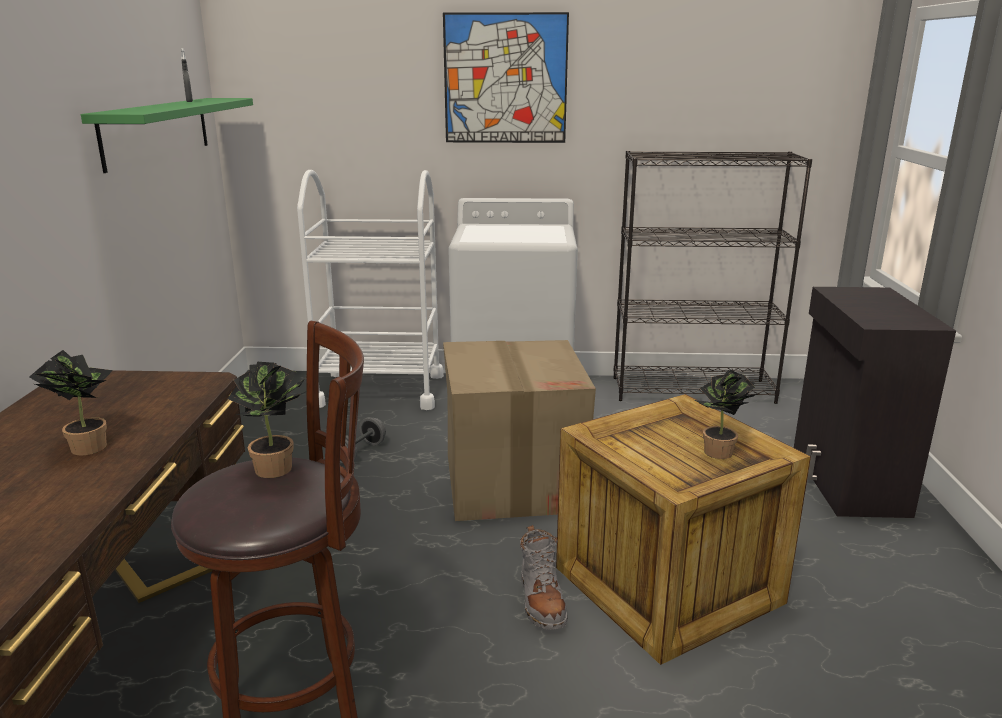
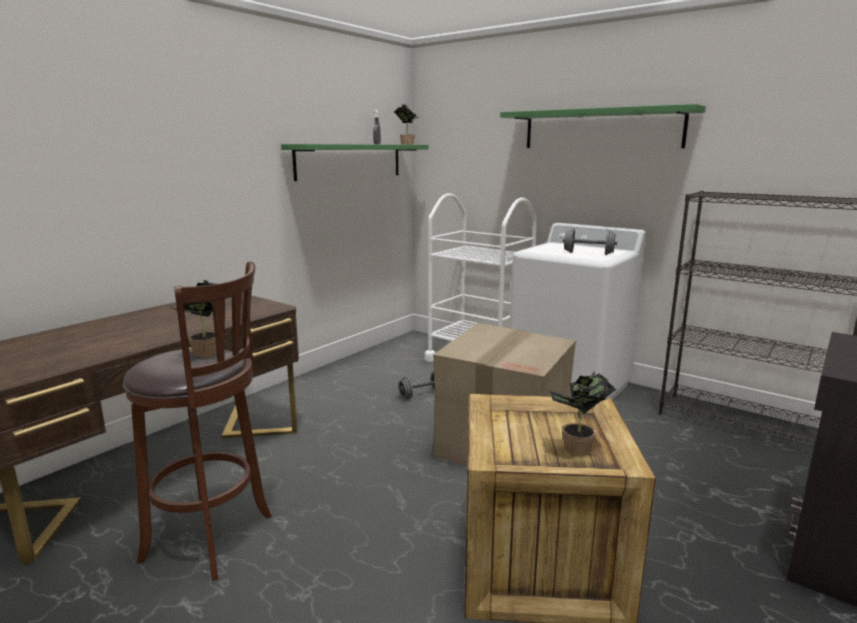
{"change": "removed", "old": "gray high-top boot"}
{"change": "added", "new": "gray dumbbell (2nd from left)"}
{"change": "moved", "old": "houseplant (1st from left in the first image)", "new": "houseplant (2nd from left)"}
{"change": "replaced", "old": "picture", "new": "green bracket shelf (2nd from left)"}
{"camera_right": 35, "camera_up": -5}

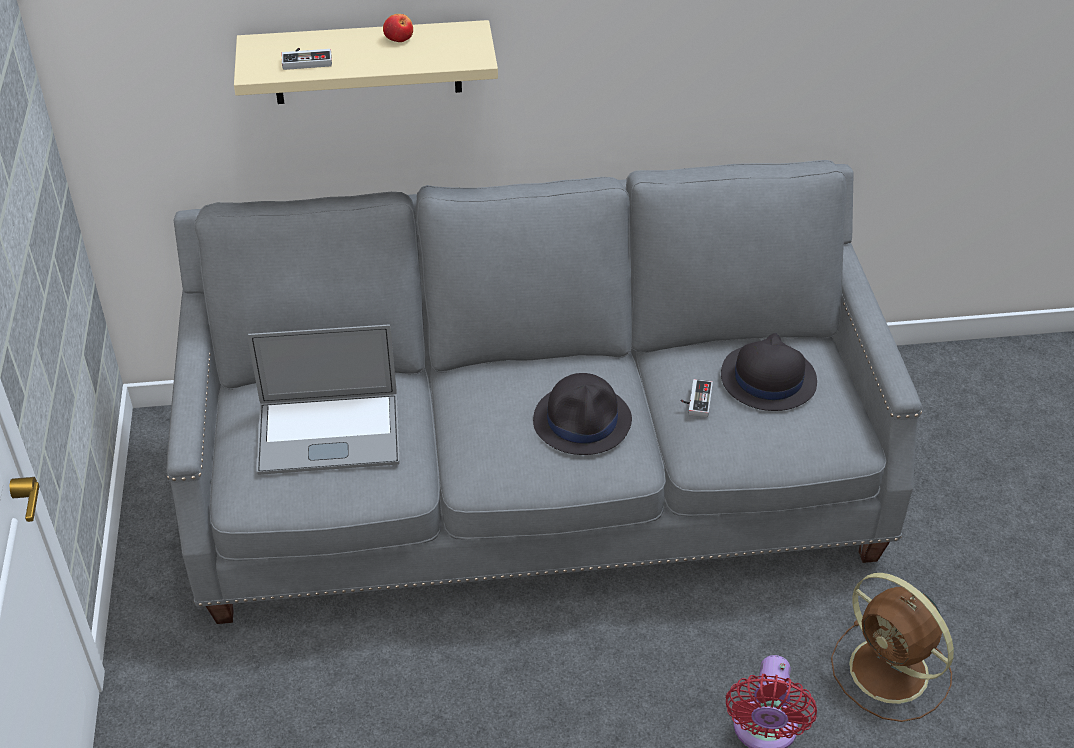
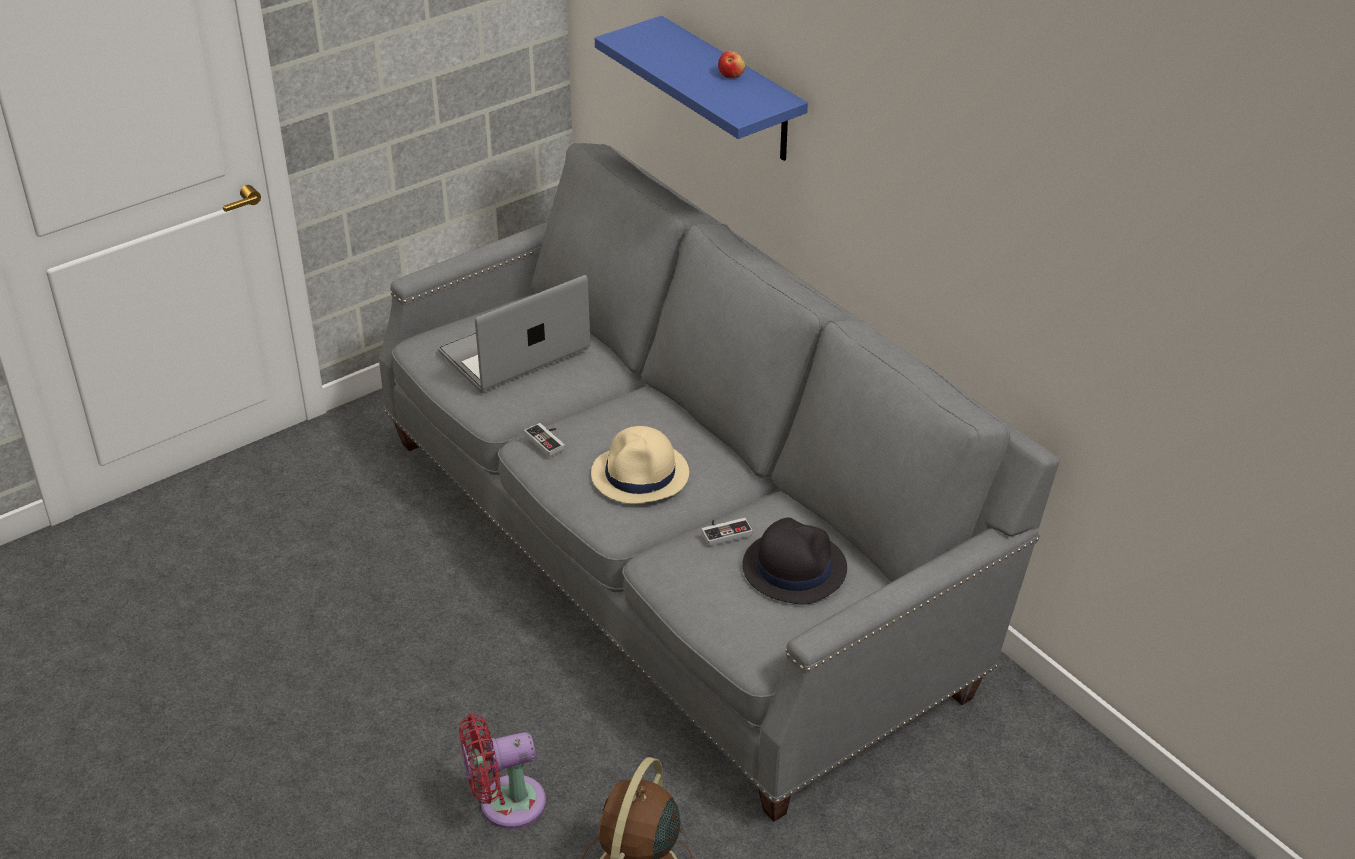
{"change": "moved", "old": "gamepad (1st from left)"}
{"change": "recoloured", "old": "beige-coloured bracket shelf", "new": "bluish bracket shelf"}
{"change": "recoloured", "old": "blackish hat (1st from left)", "new": "beige-coloured hat"}
{"change": "turned", "old": "laptop", "degrees": 90}
{"camera_right": 60, "camera_up": -5}

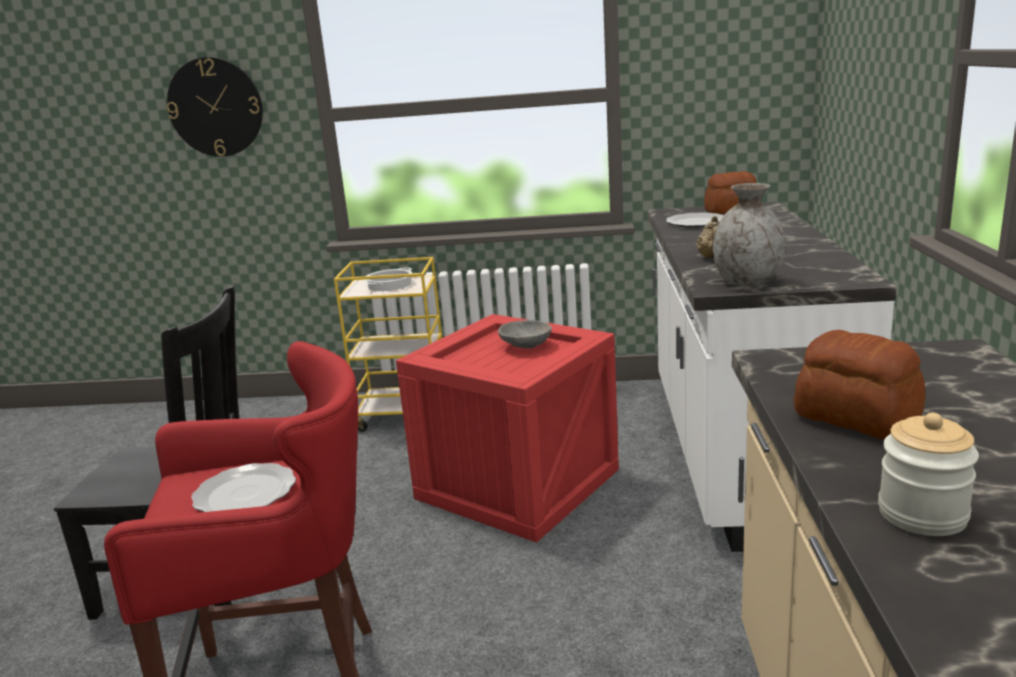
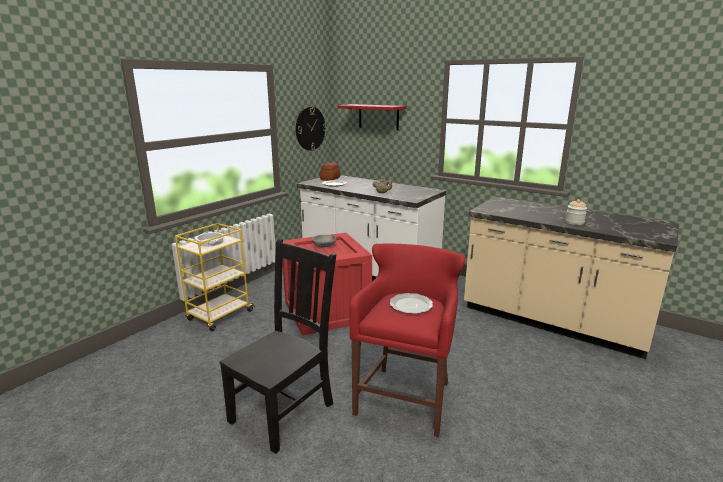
{"change": "removed", "old": "gray decorative vase"}
{"change": "removed", "old": "bakery bread (2nd from left)"}
{"change": "added", "new": "reddish bracket shelf"}
{"change": "moved", "old": "clock on the wall"}
{"camera_right": -60, "camera_up": 0}

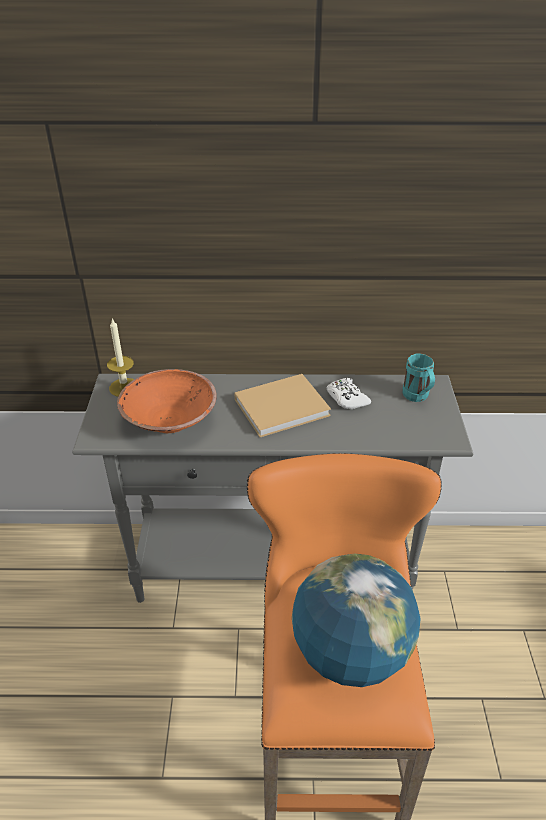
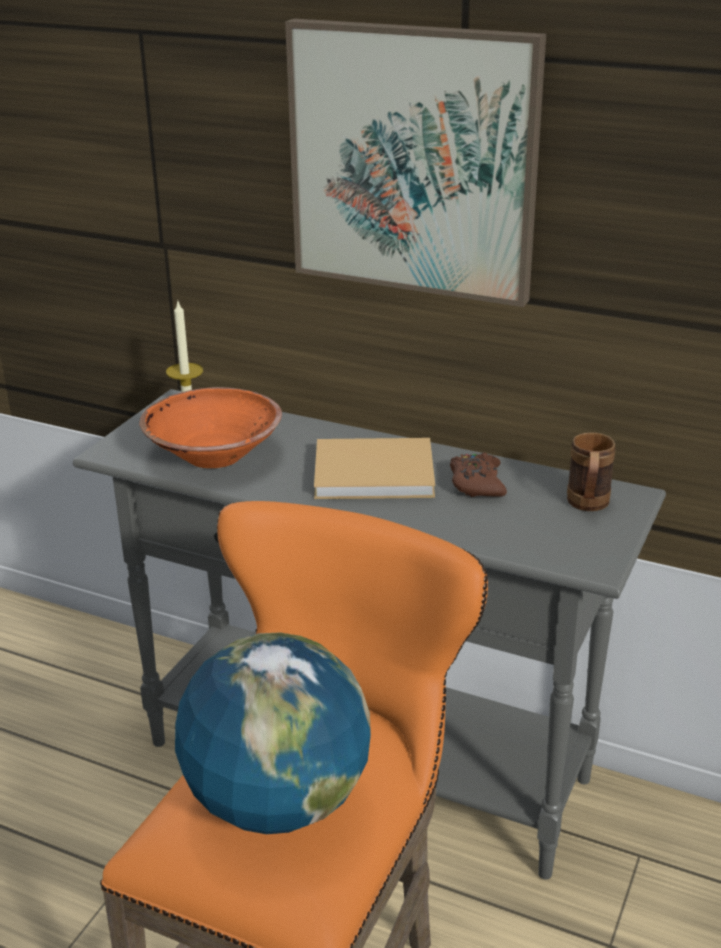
{"change": "added", "new": "picture"}
{"change": "recoloured", "old": "white-coloured gamepad", "new": "brown-coloured gamepad"}
{"change": "recoloured", "old": "turquoise-coloured coffee mug", "new": "brown-coloured coffee mug"}
{"camera_right": 25, "camera_up": -10}

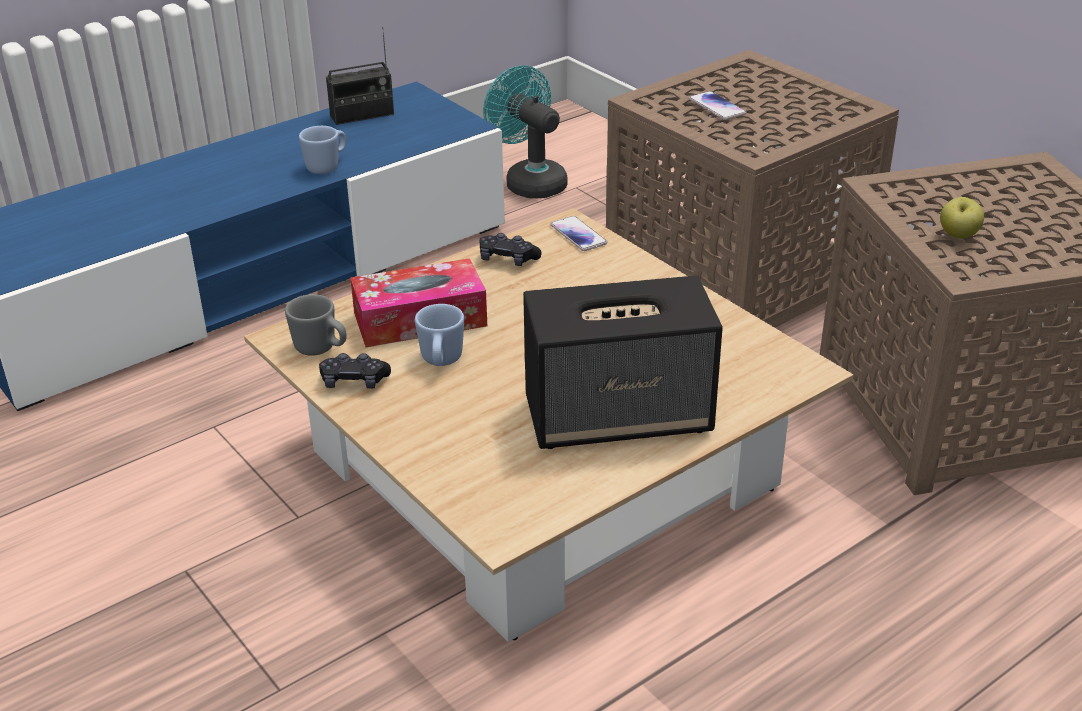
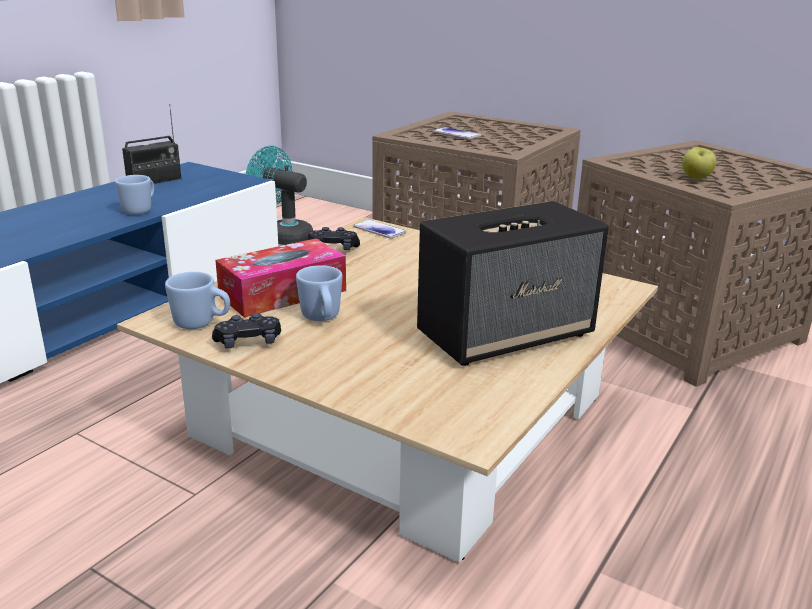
{"change": "recoloured", "old": "gray coffee mug", "new": "bluish coffee mug (2nd from left)"}
{"camera_right": -20, "camera_up": -10}

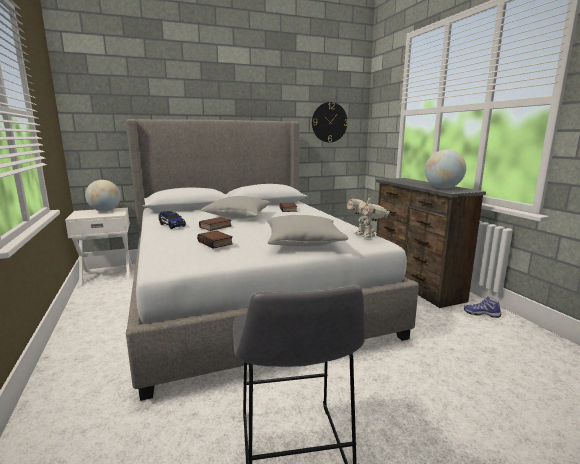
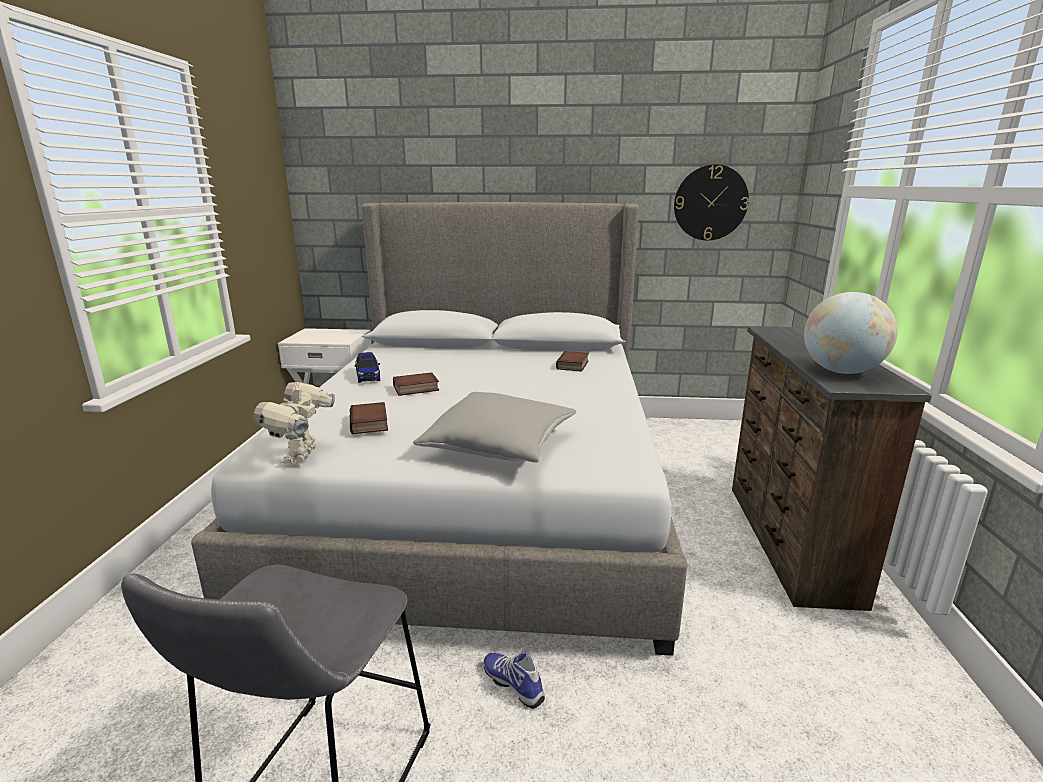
{"change": "removed", "old": "desk globe (1st from left)"}
{"change": "removed", "old": "gray throw pillow (1st from left)"}
{"change": "moved", "old": "robot figure"}
{"change": "moved", "old": "item of footwear"}
{"camera_right": 25, "camera_up": 5}

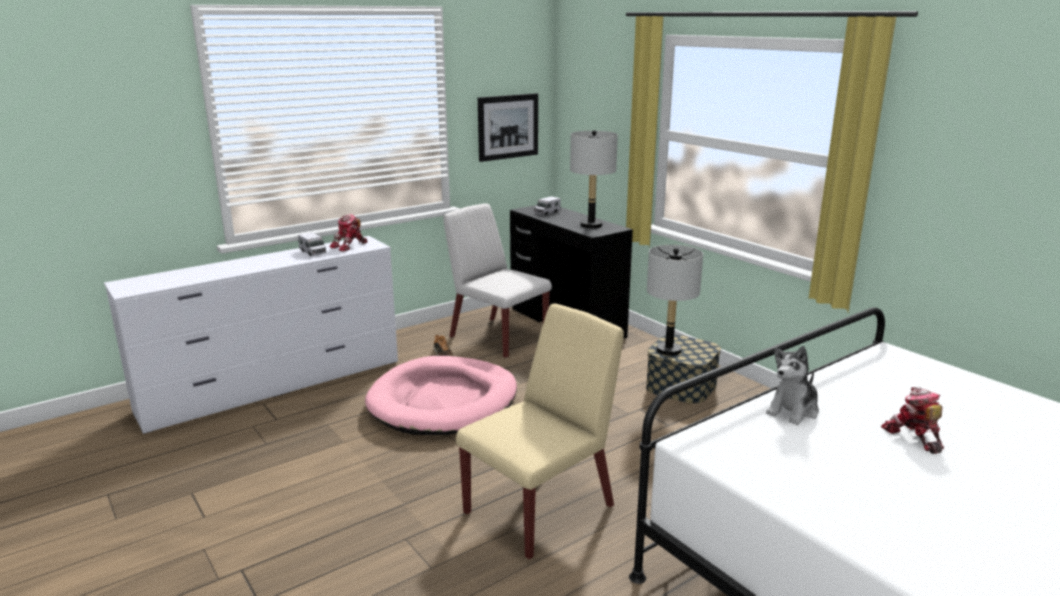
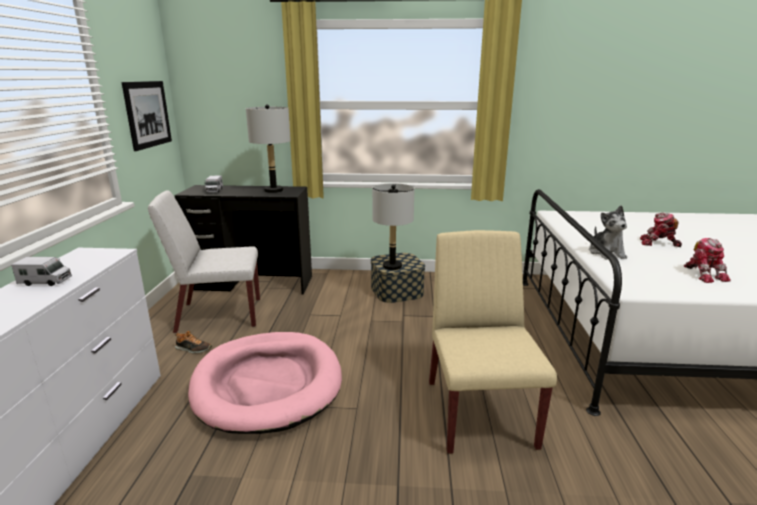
{"change": "moved", "old": "robot figure (1st from left in the first image)", "new": "robot figure (2nd from left)"}
{"camera_right": -50, "camera_up": 0}

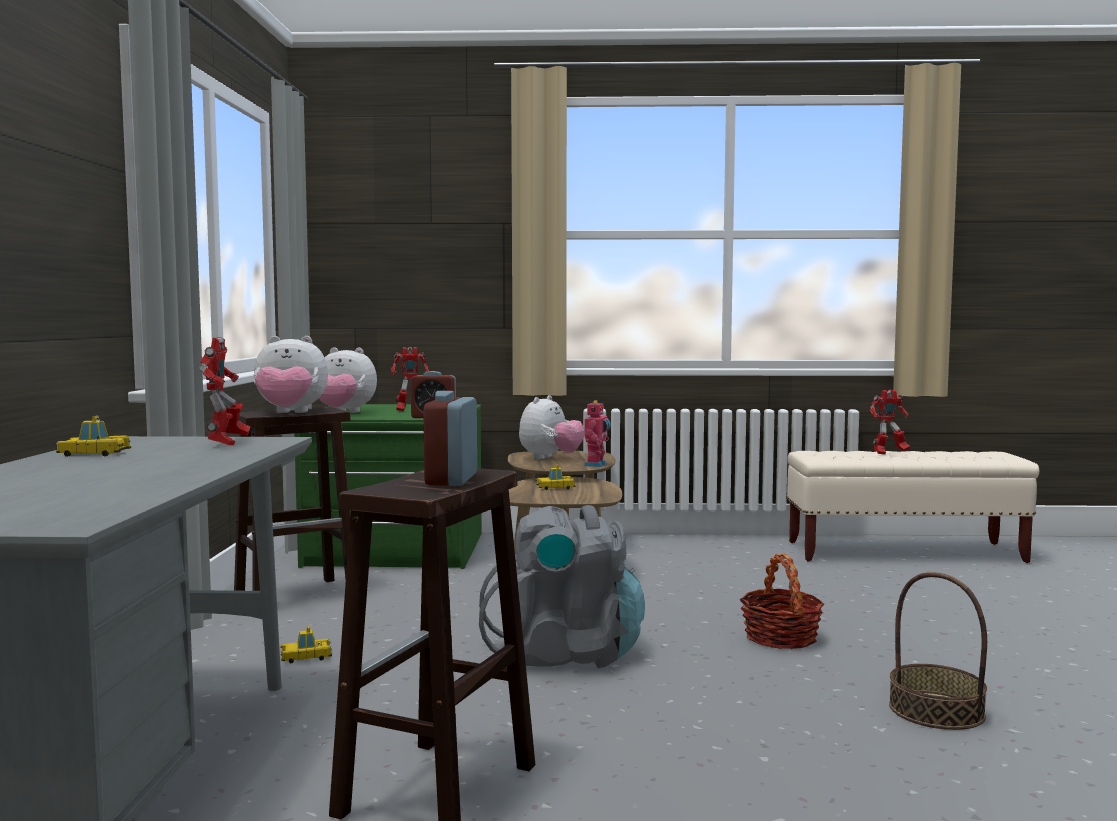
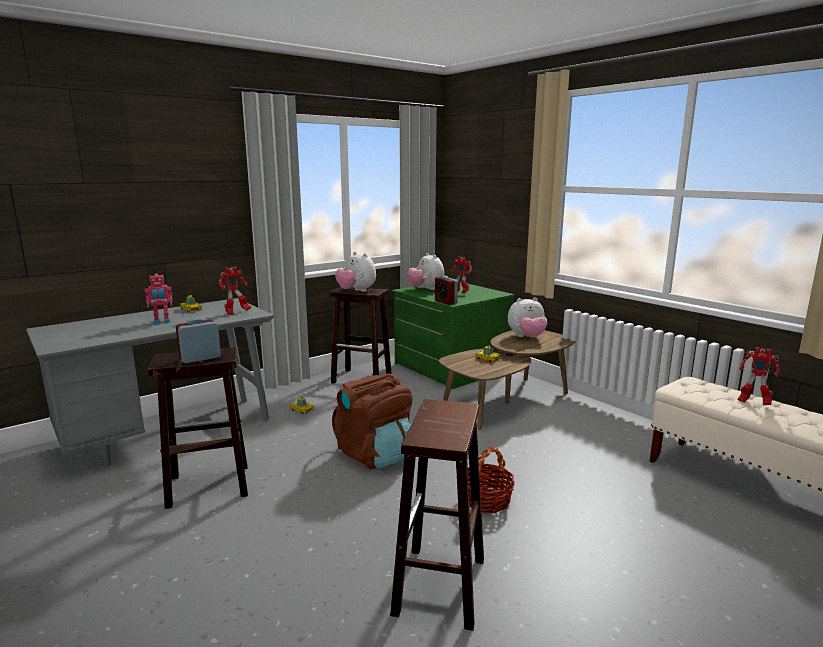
{"change": "moved", "old": "robot figure (3rd from left in the first image)", "new": "robot figure (1st from left)"}
{"change": "replaced", "old": "basket (2nd from left)", "new": "brown-coloured stool (3rd from left)"}
{"change": "recoloured", "old": "gray backpack", "new": "brown-coloured backpack"}
{"camera_right": 50, "camera_up": 10}

